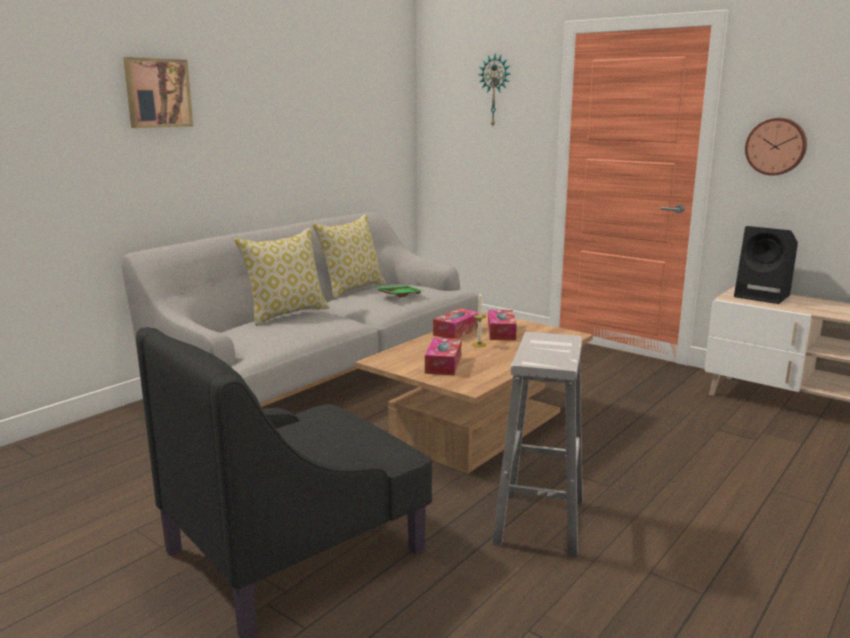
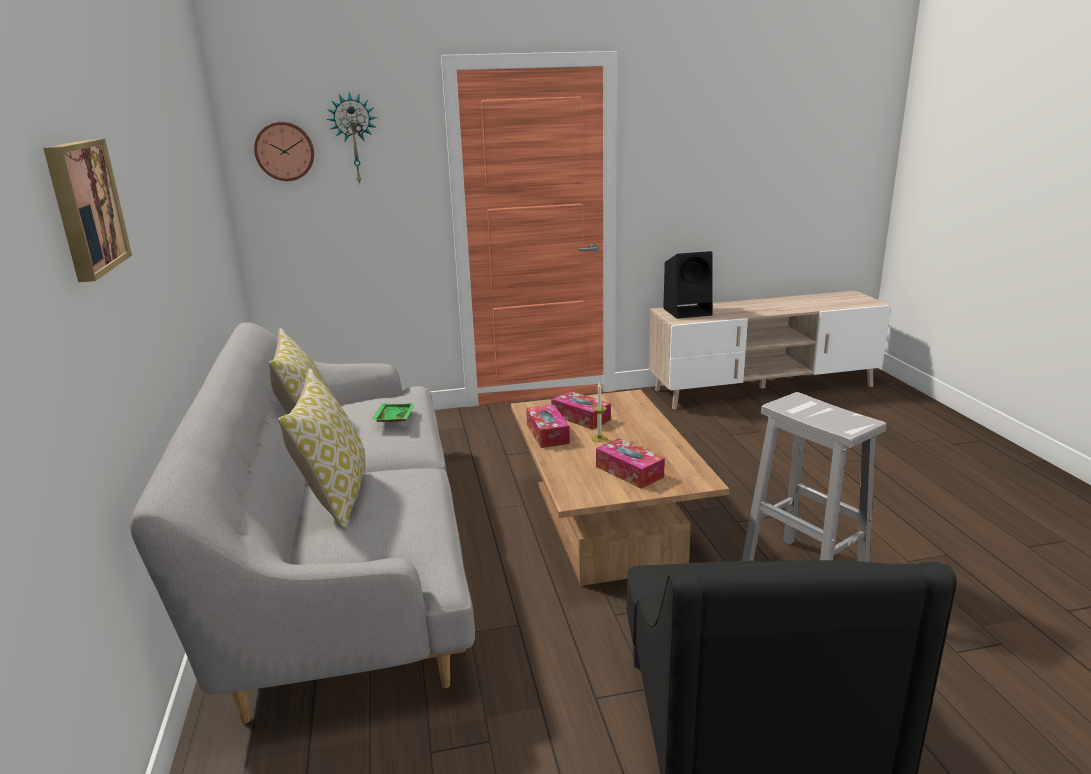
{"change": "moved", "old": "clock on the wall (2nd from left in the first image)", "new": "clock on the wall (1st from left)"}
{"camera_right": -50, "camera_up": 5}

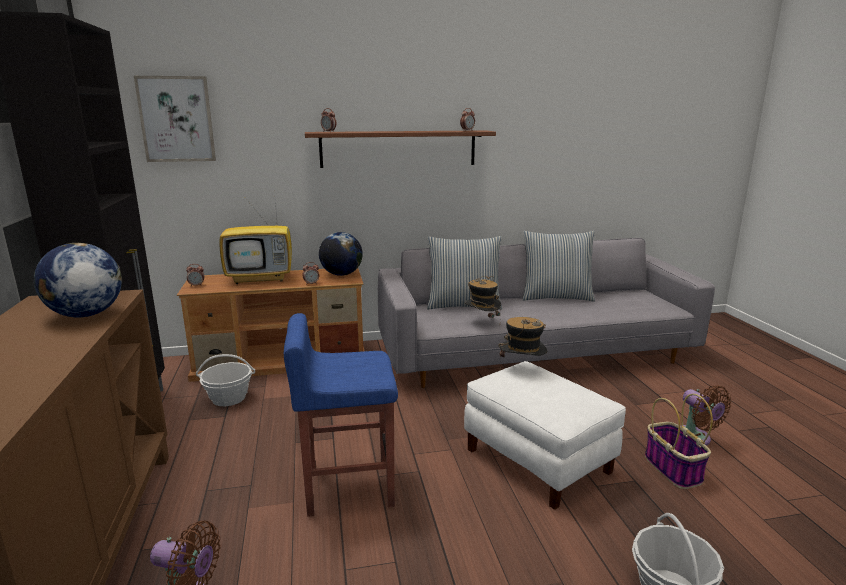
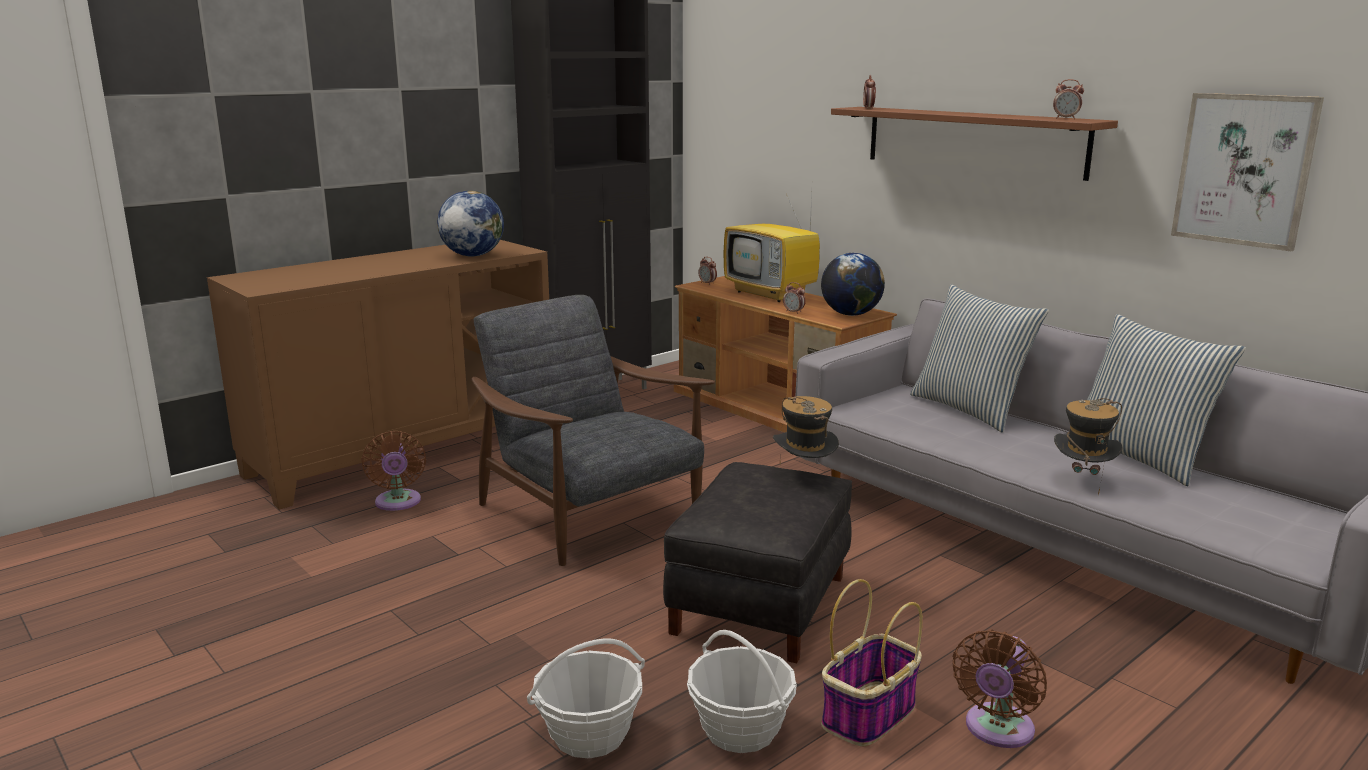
{"change": "moved", "old": "picture"}
{"change": "moved", "old": "basket (1st from left in the first image)", "new": "basket (2nd from left)"}
{"change": "moved", "old": "hat (1st from left in the first image)", "new": "hat (2nd from left)"}
{"change": "replaced", "old": "bluish stool", "new": "gray lounge chair"}
{"change": "recoloured", "old": "white-coloured footrest", "new": "blackish footrest"}
{"camera_right": 60, "camera_up": 0}

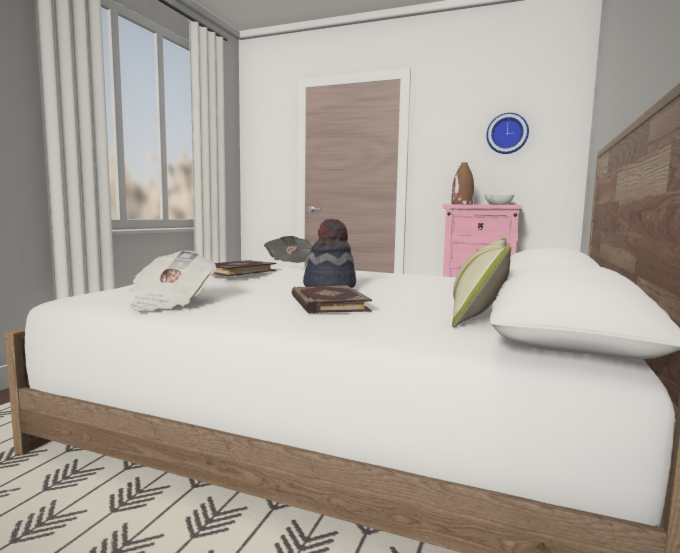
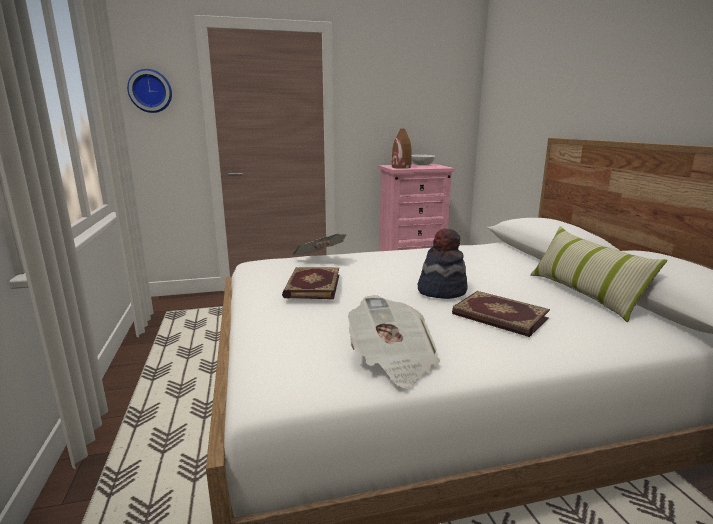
{"change": "moved", "old": "clock on the wall"}
{"camera_right": -35, "camera_up": 10}

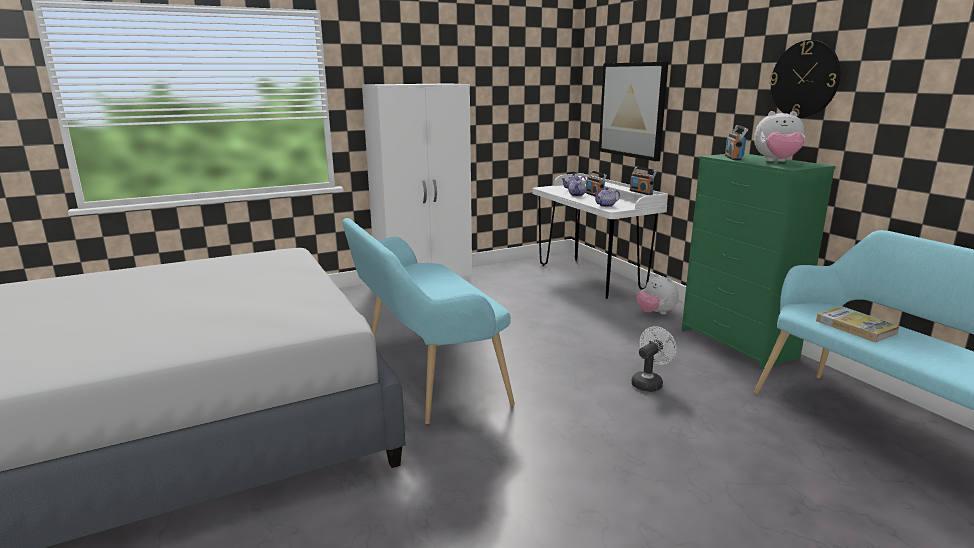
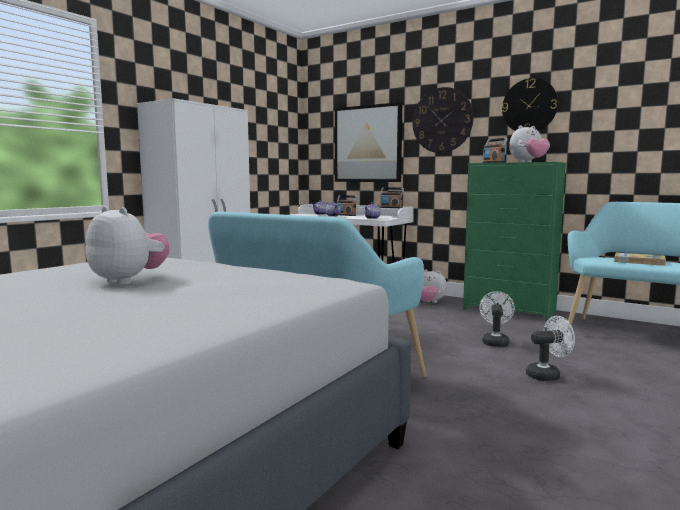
{"change": "added", "new": "plush toy (1st from left)"}
{"change": "added", "new": "clock on the wall (1st from left)"}
{"change": "added", "new": "white-coloured cooling fan (2nd from left)"}
{"camera_right": -30, "camera_up": -10}

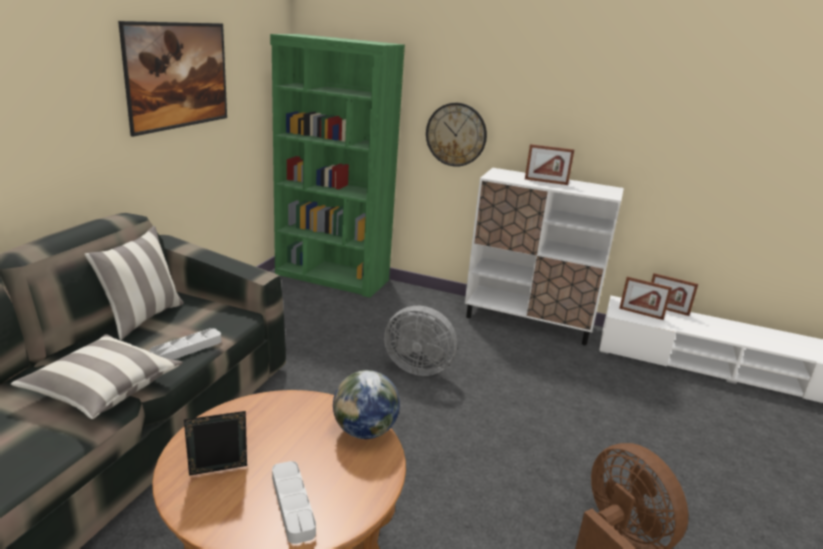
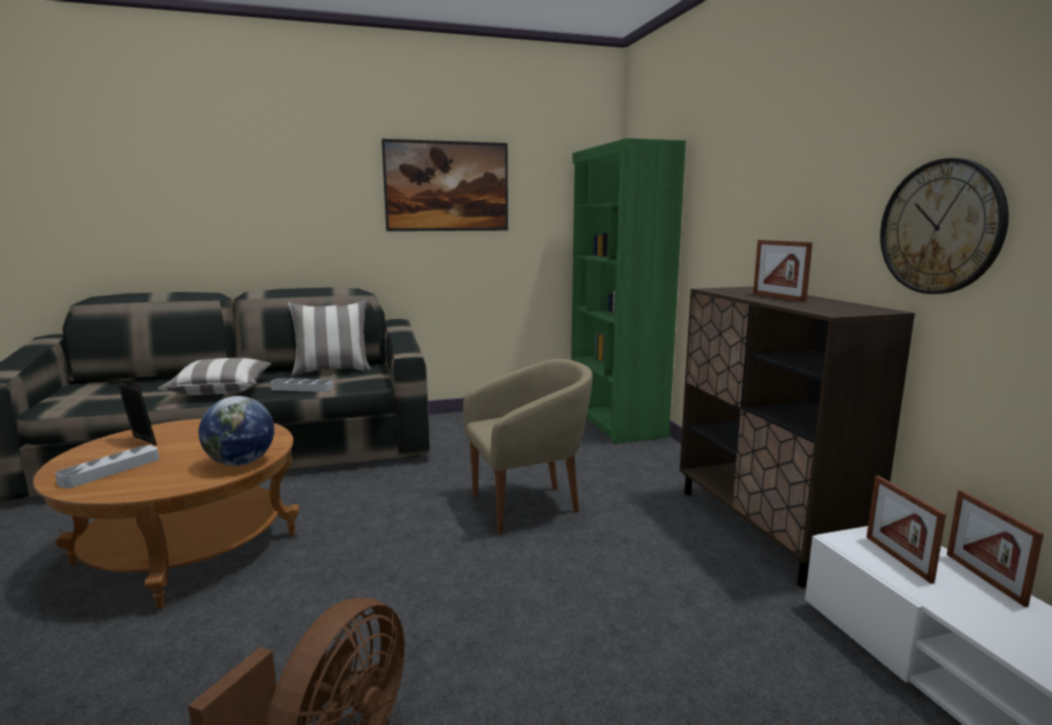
{"change": "moved", "old": "clock on the wall"}
{"change": "replaced", "old": "gray cooling fan", "new": "beige-coloured lounge chair"}
{"change": "recoloured", "old": "white-coloured cupboard", "new": "brown-coloured cupboard"}
{"camera_right": 55, "camera_up": -10}

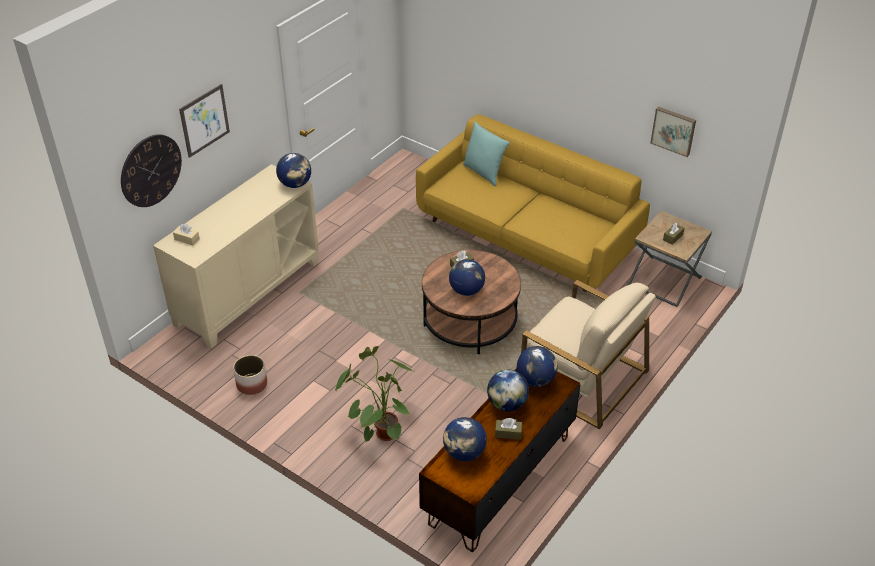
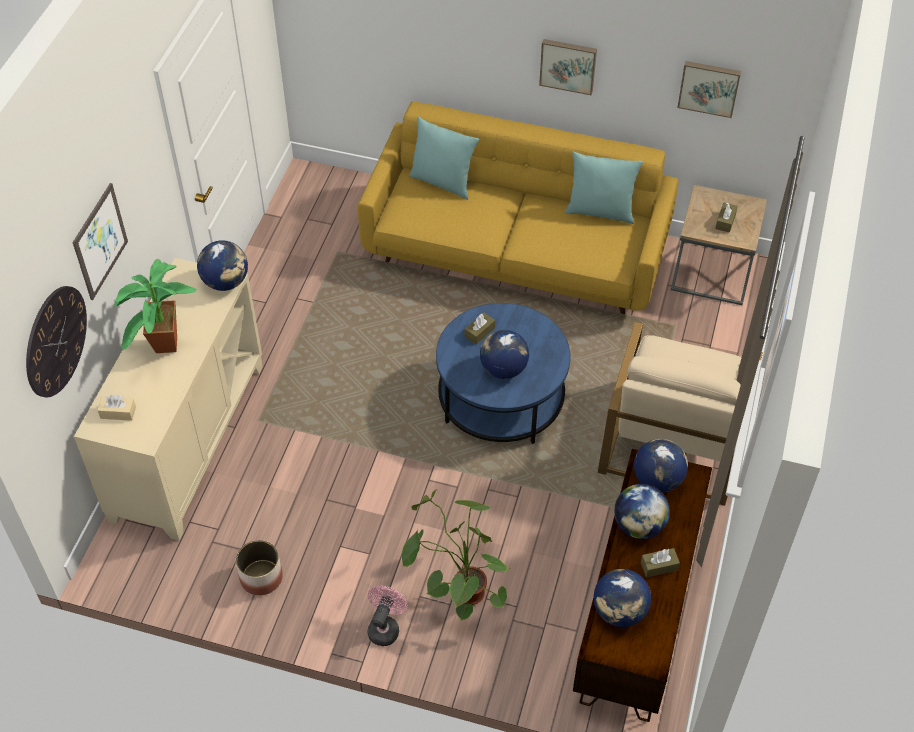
{"change": "added", "new": "houseplant (1st from left)"}
{"change": "added", "new": "pink-coloured cooling fan"}
{"change": "added", "new": "picture (2nd from left)"}
{"change": "added", "new": "turquoise-coloured throw pillow (2nd from left)"}
{"change": "recoloured", "old": "brown-coloured low table", "new": "bluish low table"}
{"change": "turned", "old": "beige-coloured lounge chair", "degrees": 90}
{"camera_right": -20, "camera_up": 10}

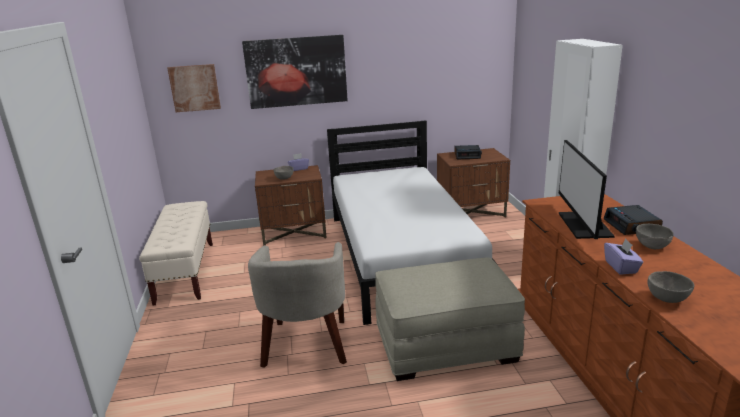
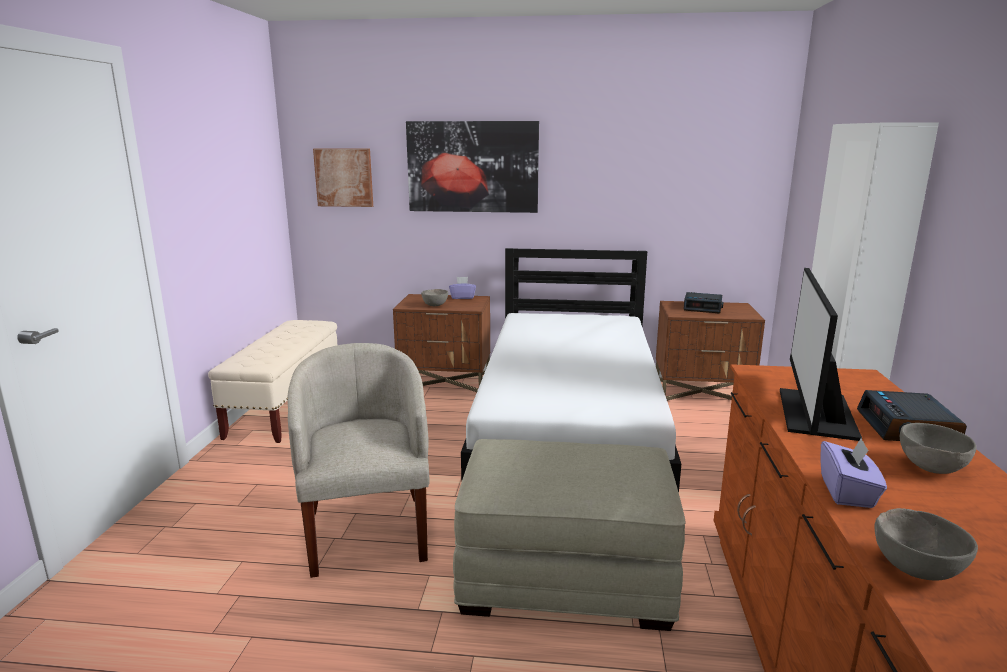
{"change": "turned", "old": "beige-coloured lounge chair", "degrees": 150}
{"camera_right": 15, "camera_up": -5}

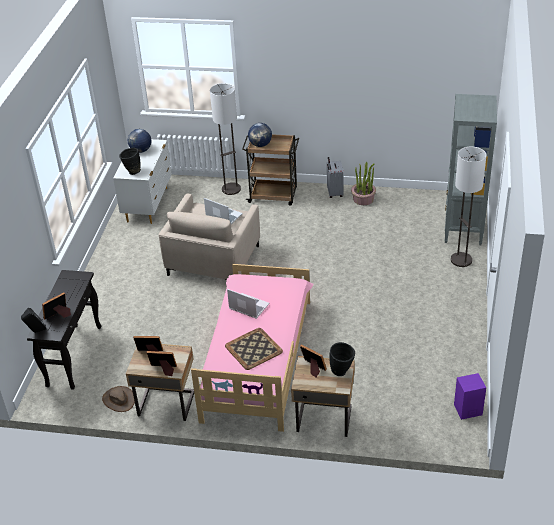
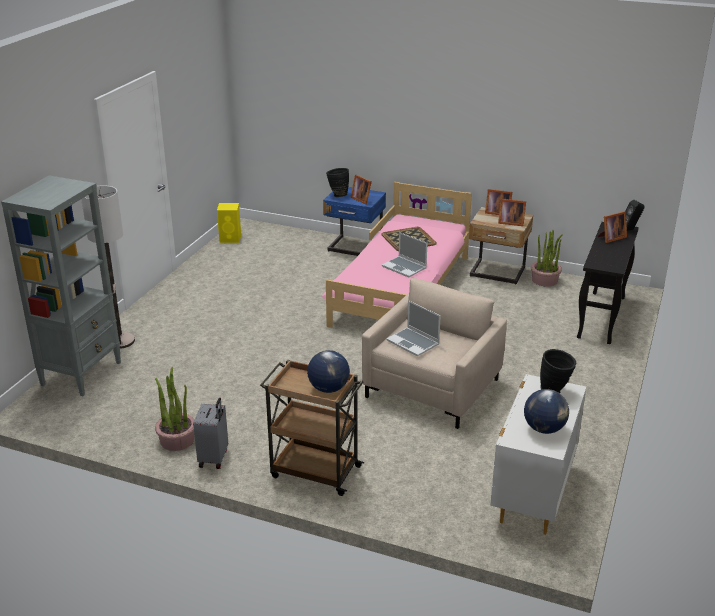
{"change": "removed", "old": "standard lamp (1st from left)"}
{"change": "replaced", "old": "brown-coloured hat", "new": "houseplant (2nd from left)"}
{"change": "recoloured", "old": "beige-coloured night table (2nd from left)", "new": "bluish night table"}
{"change": "recoloured", "old": "purple audio speaker", "new": "yellow-coloured audio speaker"}
{"camera_right": -170, "camera_up": -10}

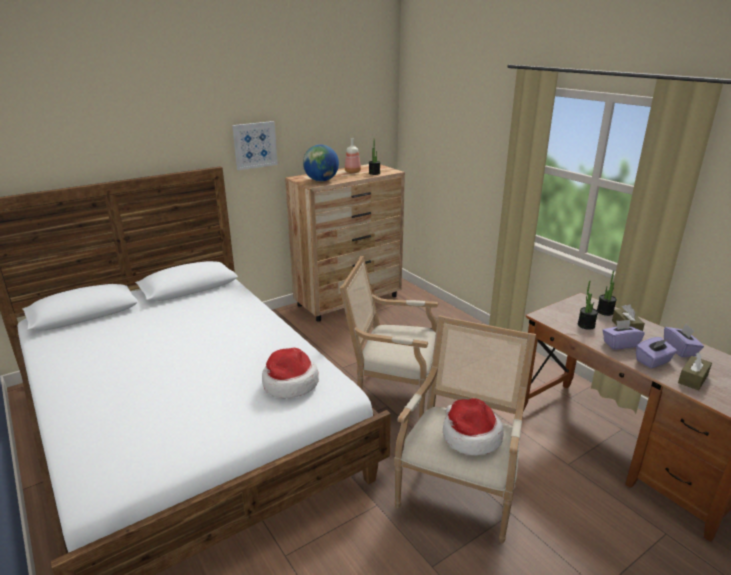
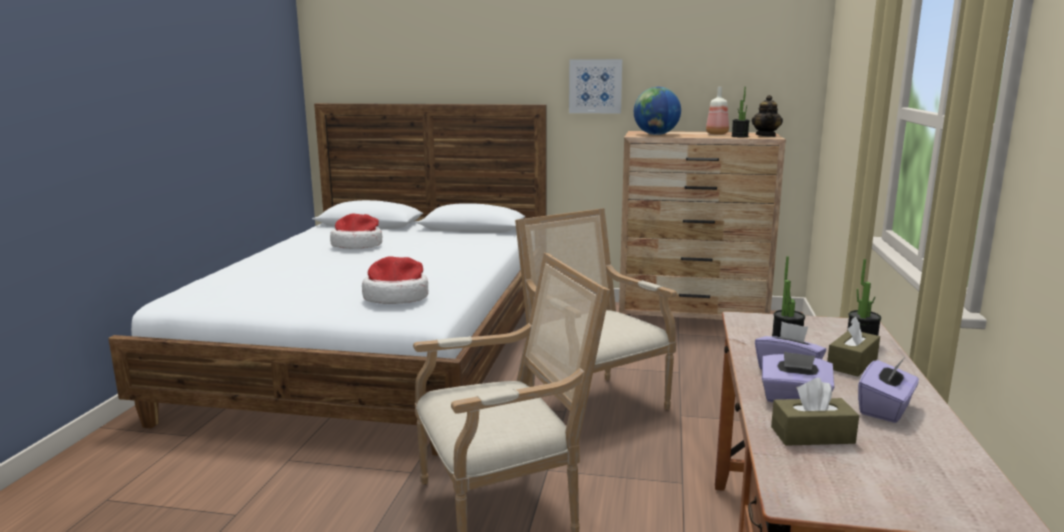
{"change": "added", "new": "teapot"}
{"change": "moved", "old": "hat (2nd from left in the first image)", "new": "hat (1st from left)"}
{"camera_right": 45, "camera_up": -10}

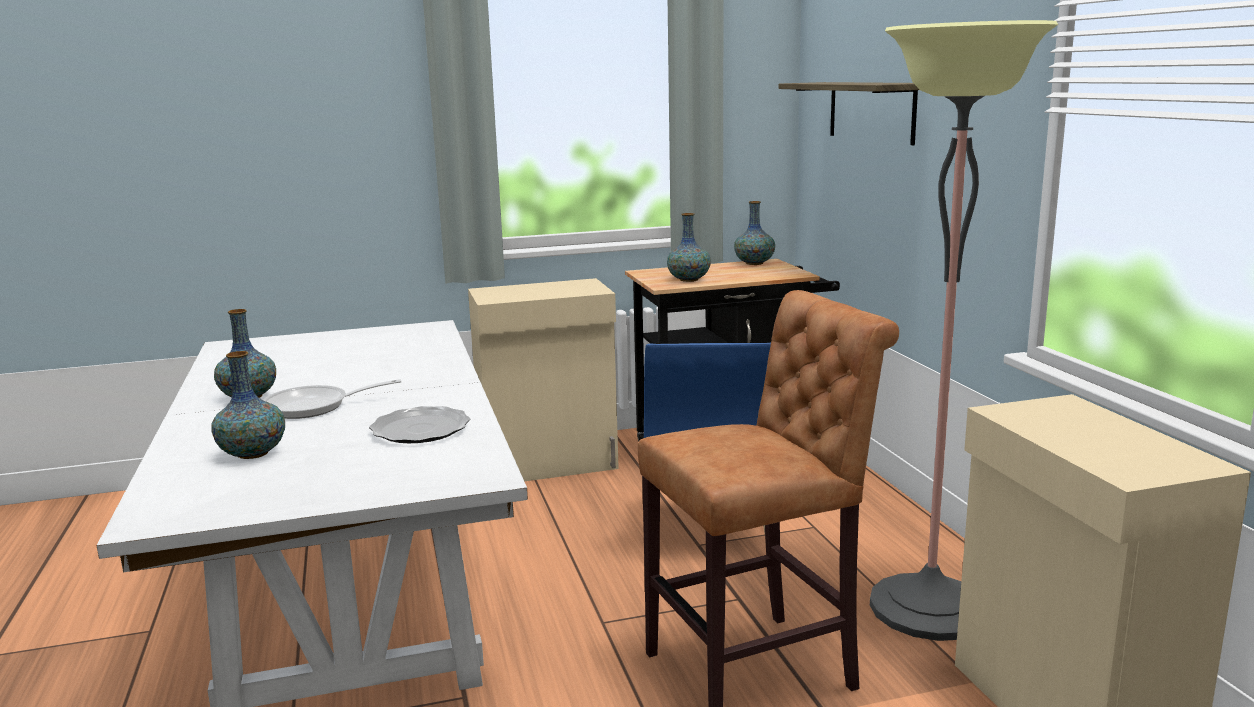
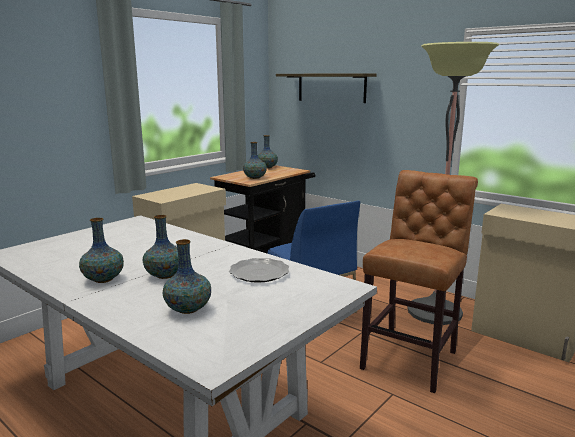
{"change": "replaced", "old": "pan", "new": "decorative vase (2nd from left)"}
{"camera_right": -35, "camera_up": 0}

